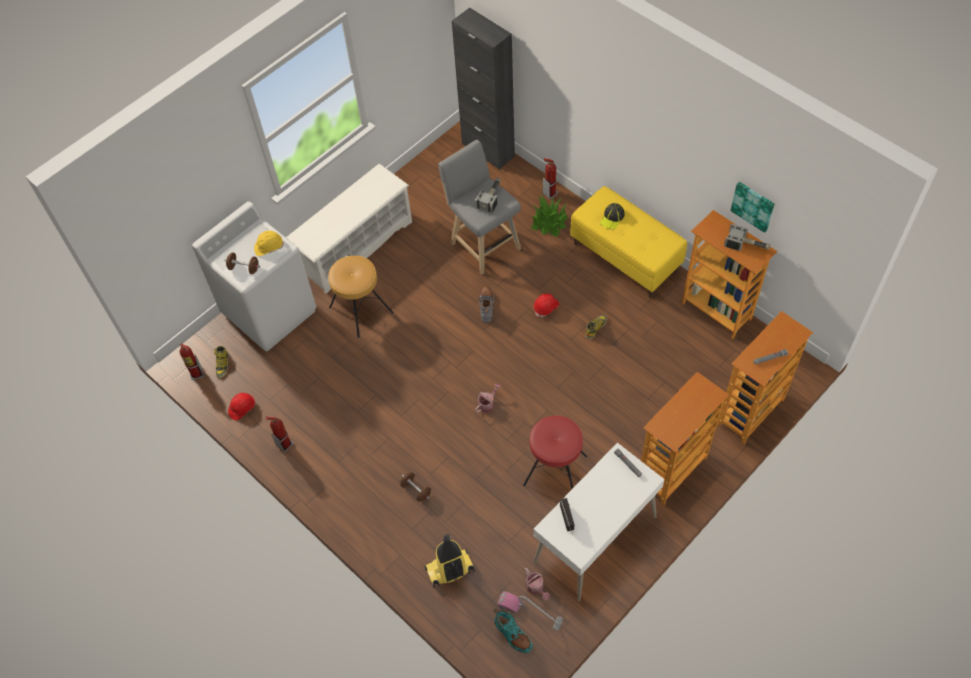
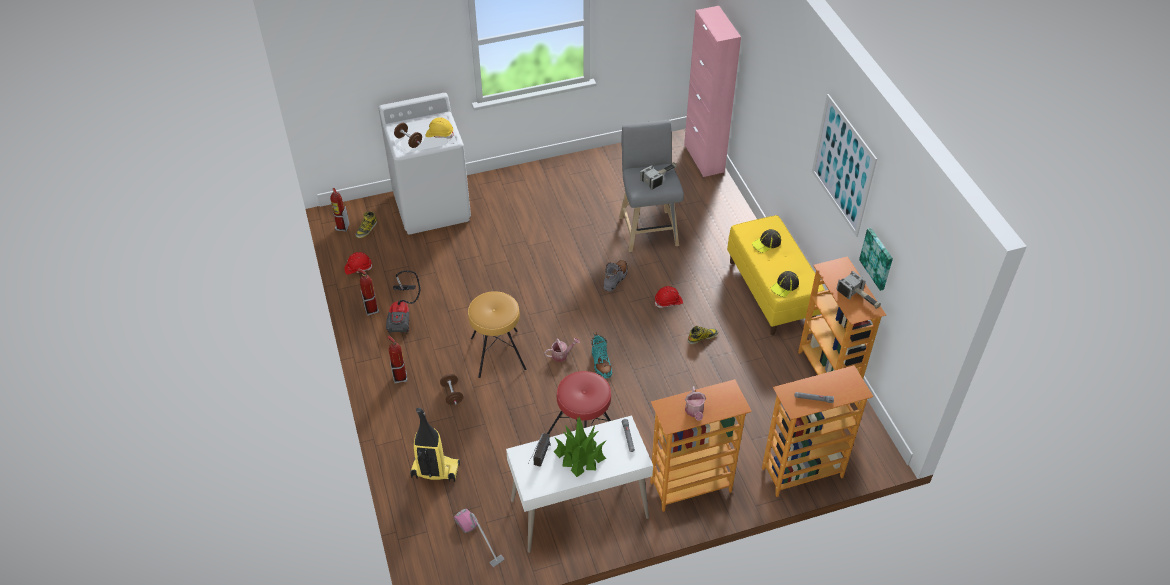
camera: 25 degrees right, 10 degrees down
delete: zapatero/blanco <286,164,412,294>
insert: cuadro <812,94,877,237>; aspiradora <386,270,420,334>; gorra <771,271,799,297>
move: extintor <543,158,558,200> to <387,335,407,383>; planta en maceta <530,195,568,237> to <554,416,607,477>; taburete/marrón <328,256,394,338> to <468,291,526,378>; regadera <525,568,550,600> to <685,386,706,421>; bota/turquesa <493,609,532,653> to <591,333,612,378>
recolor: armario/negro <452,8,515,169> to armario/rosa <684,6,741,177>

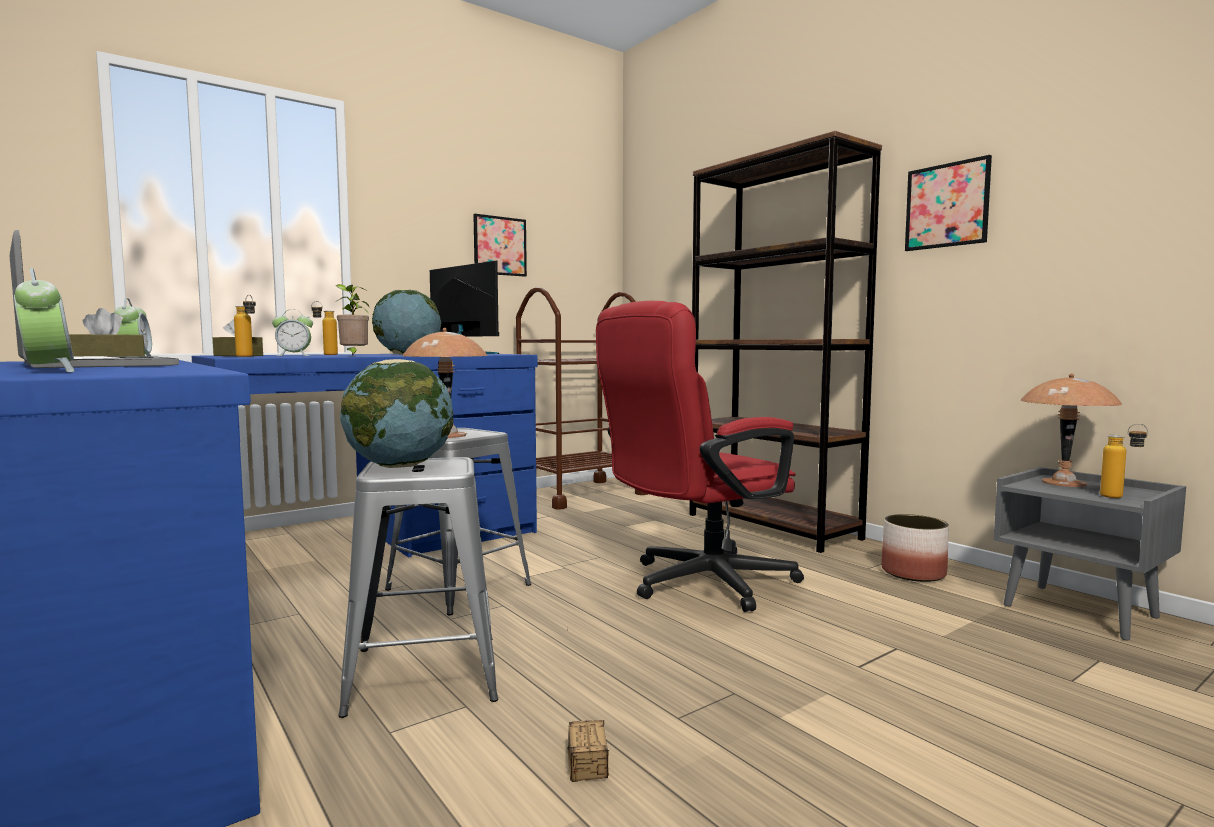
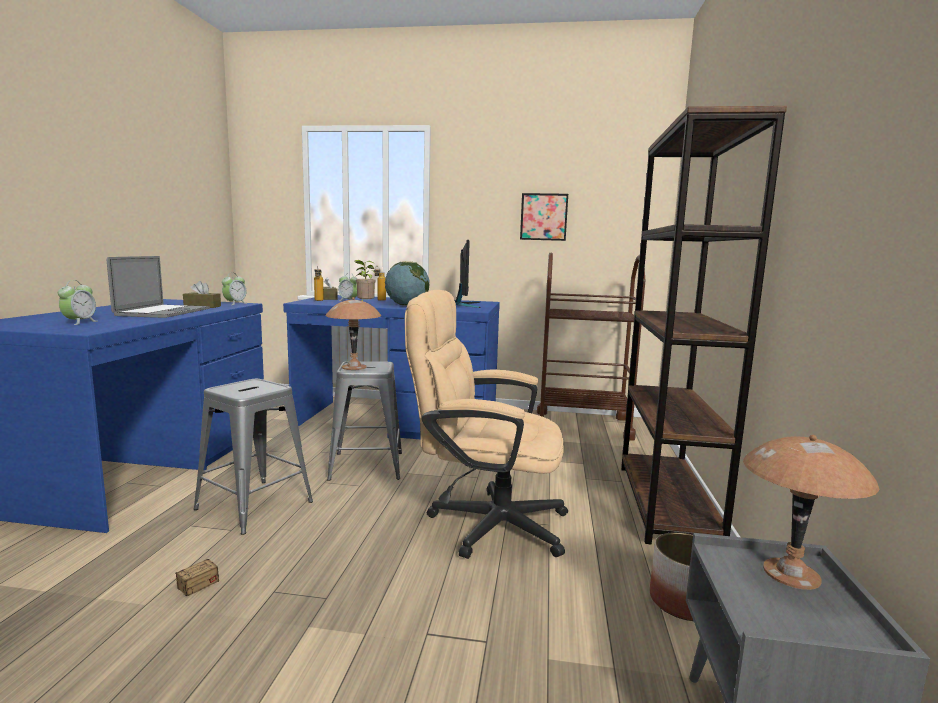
camera: 45 degrees right, 5 degrees up
delete: cuadro <905,155,992,251>; globo terráqueo <340,359,453,468>; botella <1100,423,1148,498>
recolor: silla de oficina/rojo <596,301,804,612> to silla de oficina/beis <405,290,568,559>

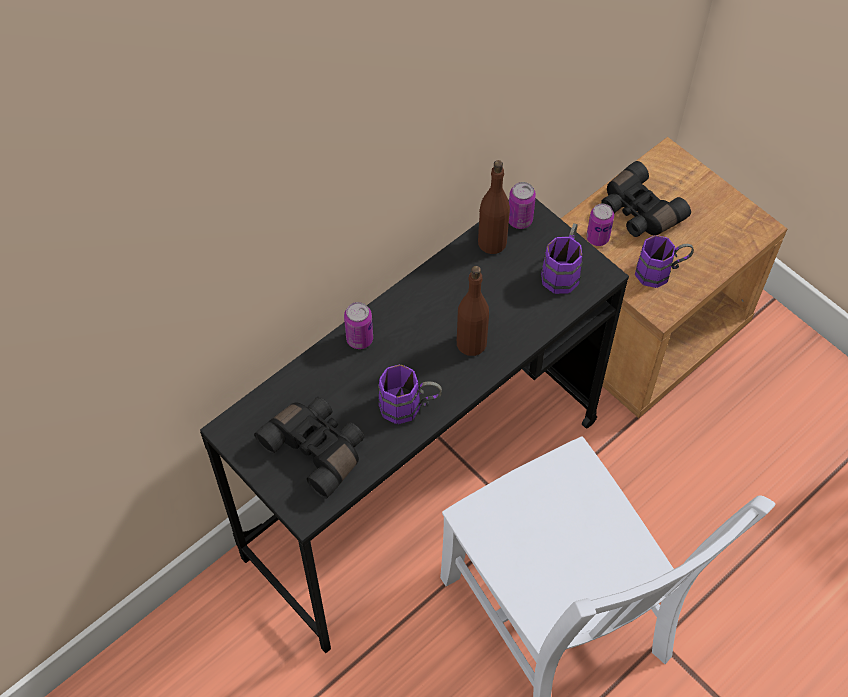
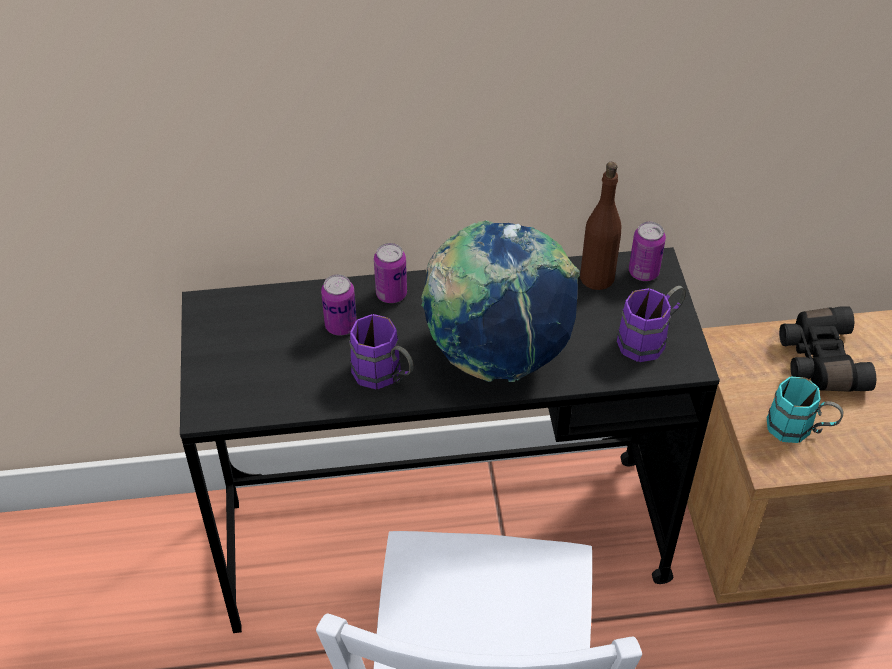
camera: 35 degrees right, 10 degrees down
delete: prismáticos/negro <254,397,364,499>
move: lata <586,204,614,246> to <321,274,357,336>
replace: botella/marrón <457,266,489,356> to globo terráqueo <421,220,580,382>
recolor: taza grande/morado <635,235,694,288> to taza grande/turquesa <767,377,843,443>

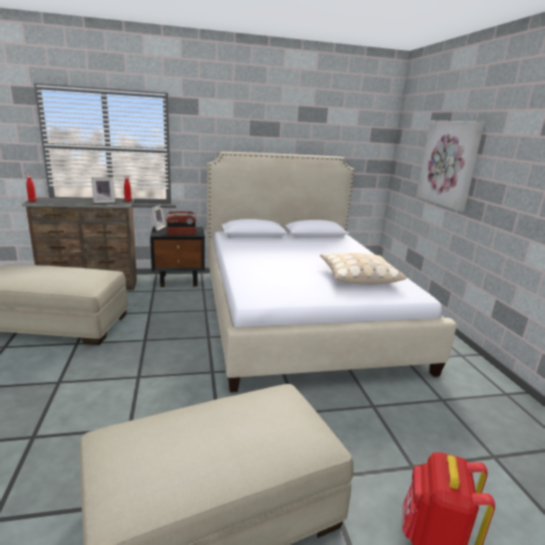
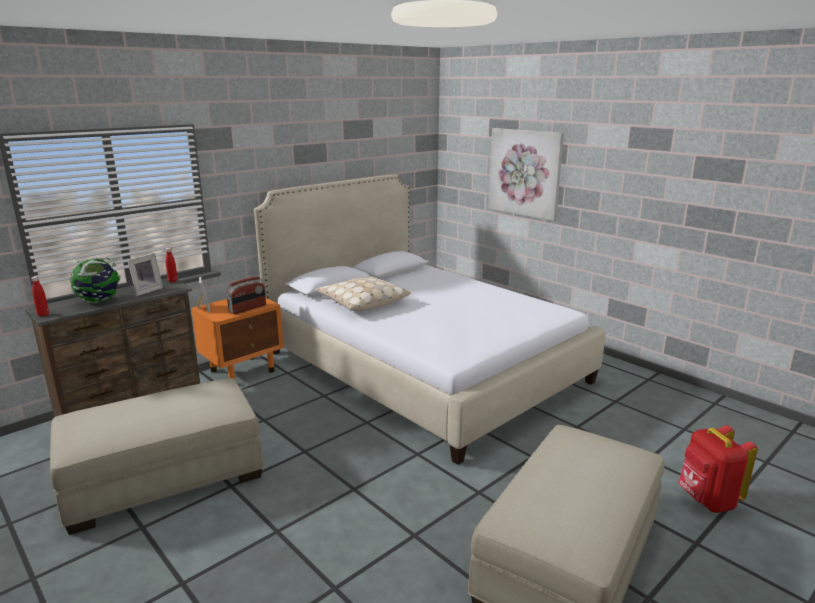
camera: 30 degrees left, 0 degrees up
insert: globo terráqueo <70,257,121,303>
move: cojín/beis <320,253,407,285> to <315,276,411,311>
recolor: mesita de noche/negro <150,226,205,287> to mesita de noche/naranja <191,298,284,379>

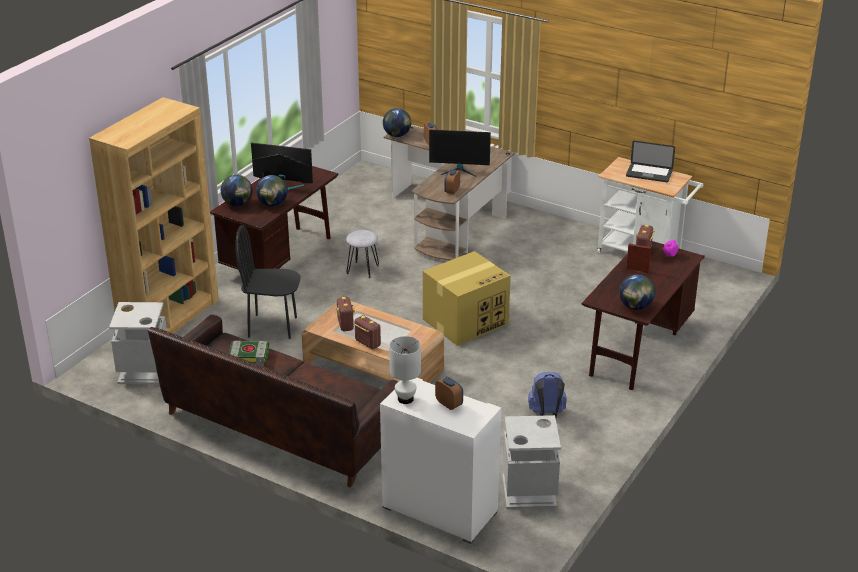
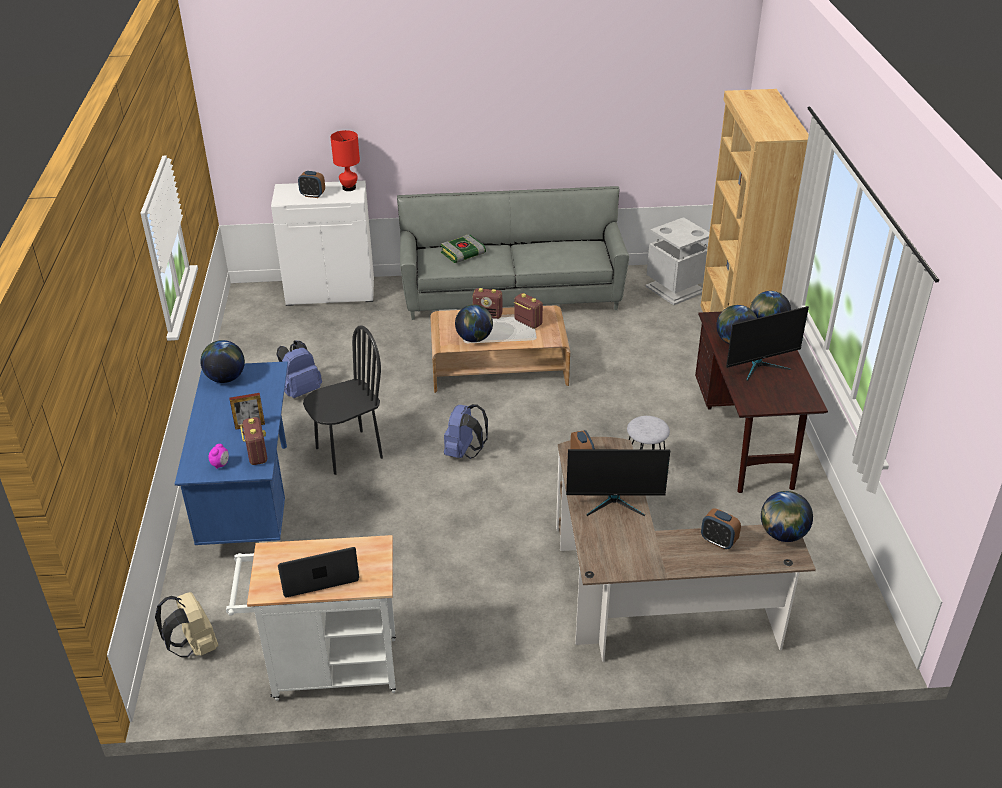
camera: 145 degrees right, 5 degrees up
delete: papelera/gris <502,415,561,509>
insert: globo terráqueo <455,304,493,342>; mochila/beis <155,592,218,657>
move: silla/negro <235,225,301,339> to <303,325,383,475>; libro <229,341,269,366> to <440,235,486,263>
replace: caja de cartón <423,251,511,346> to mochila/azul <444,404,488,459>
recolor: escritorio/marrón <581,241,705,390> to escritorio/azul <175,361,288,545>; sofá/marrón <148,315,399,488> to sofá/gris <397,186,629,320>; lámpara de mesa/blanco <389,336,421,404> to lámpara de mesa/rojo <330,130,360,191>
rotate: monitor <429,129,491,177> = <566,449,670,516> 150 degrees counterclockwise

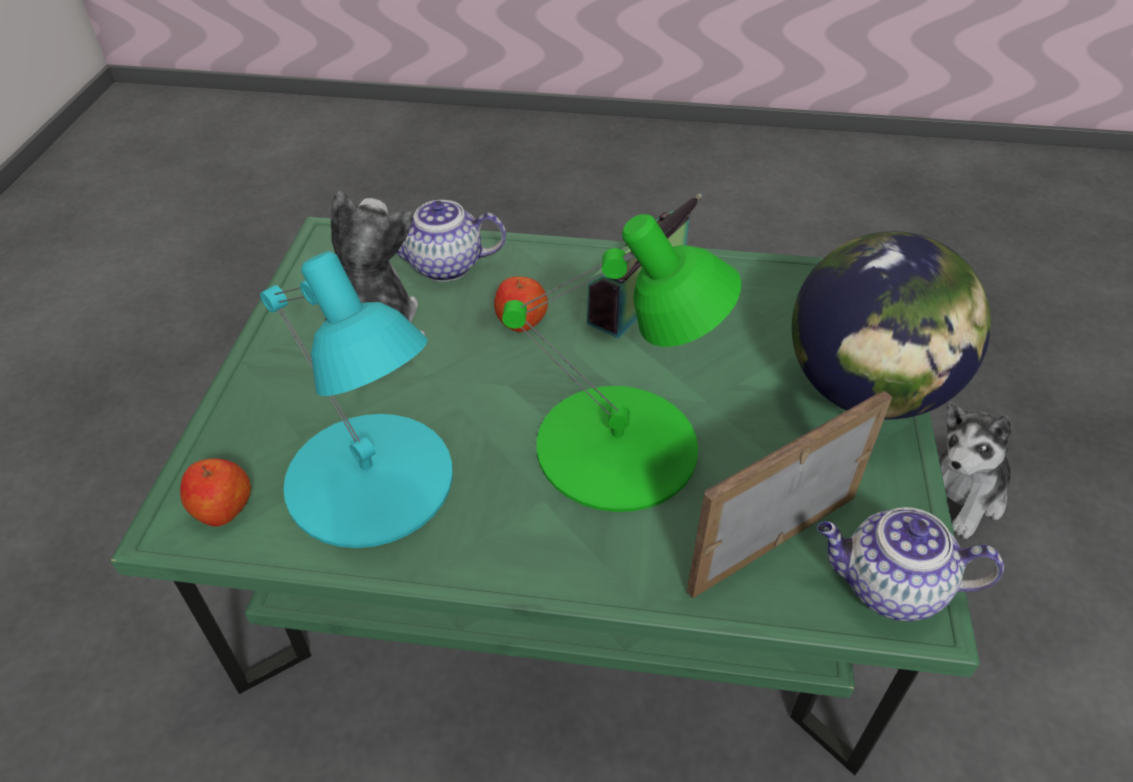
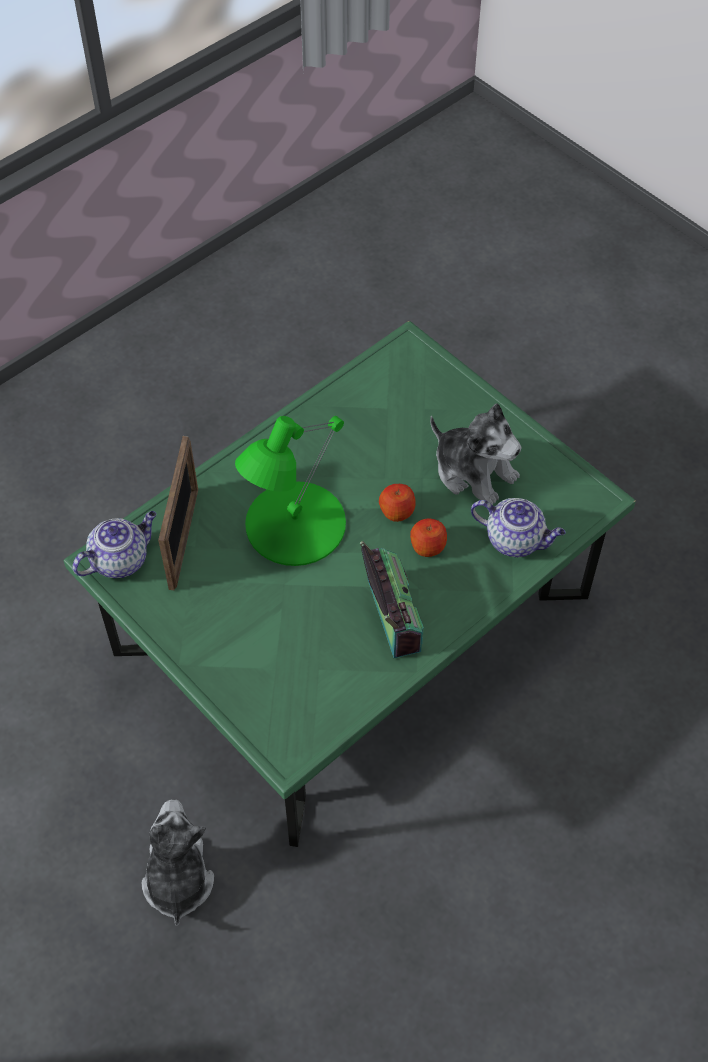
camera: 130 degrees right, 10 degrees up
delete: globo terráqueo <792,231,991,420>; lámpara de mesa/turquesa <260,251,453,548>
move: manzana <180,458,251,527> to <379,484,416,522>
rotate: tetera <397,200,506,282> = <471,498,566,557> 75 degrees clockwise

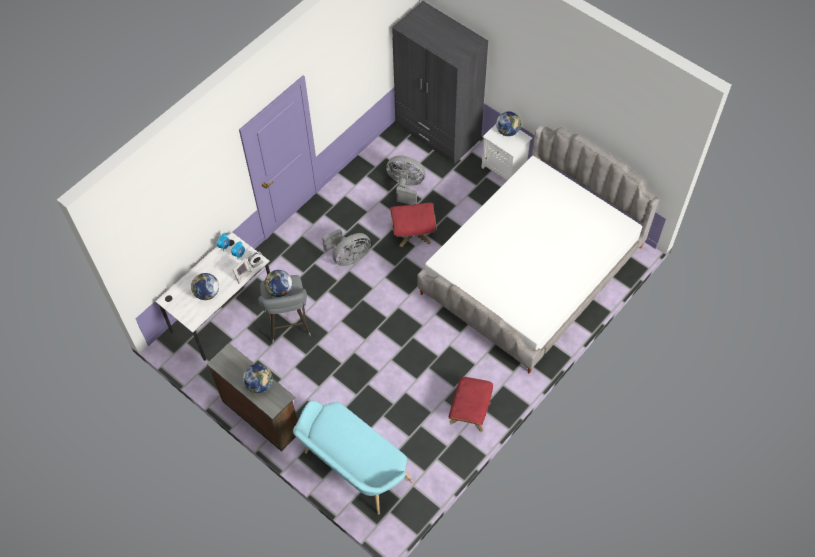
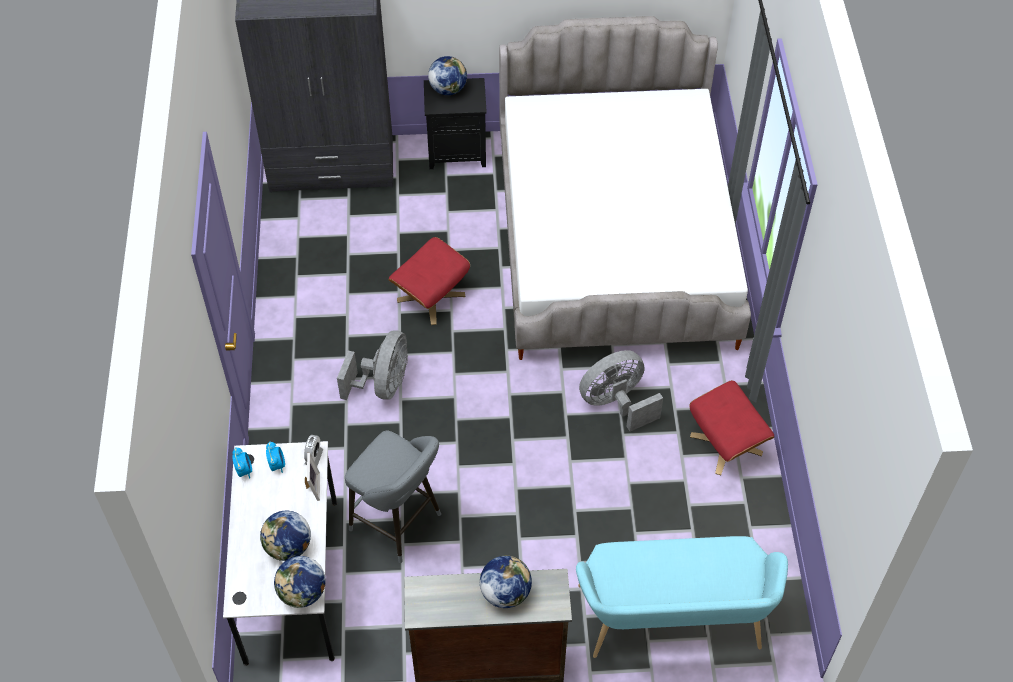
camera: 45 degrees left, 5 degrees down
move: ventilador/gris <386,156,425,205> to <579,350,663,431>; globo terráqueo <264,270,292,297> to <274,556,326,608>
recolor: mesita de noche/blanco <481,124,532,180> to mesita de noche/negro <424,78,487,169>

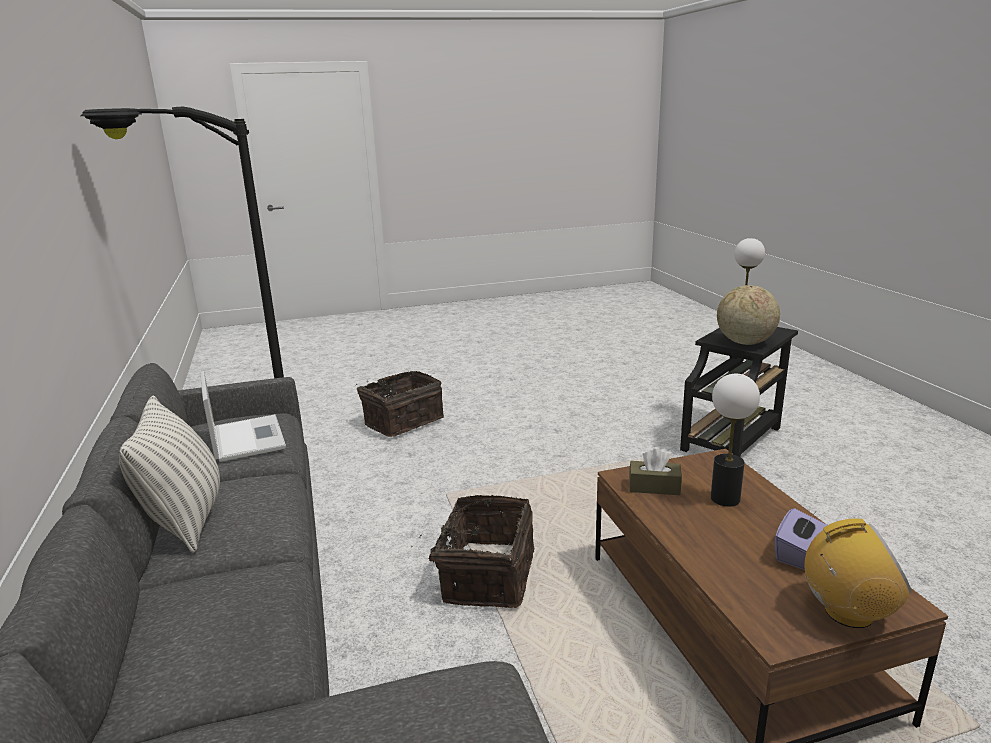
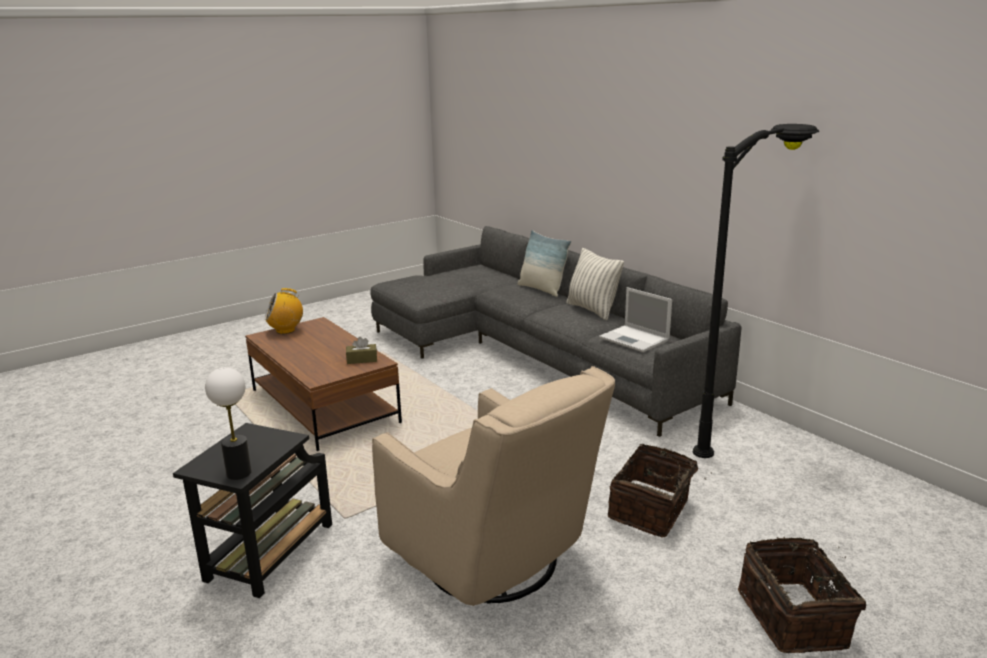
camera: 160 degrees right, 0 degrees up
delete: globo terráqueo <717,285,780,345>; lámpara de mesa <711,374,760,507>; caja de pañuelos/morado <775,508,827,570>
insert: cojín <517,230,571,297>; sillón/beis <372,366,615,606>
move: cesta <419,495,534,608> to <738,536,866,653>

